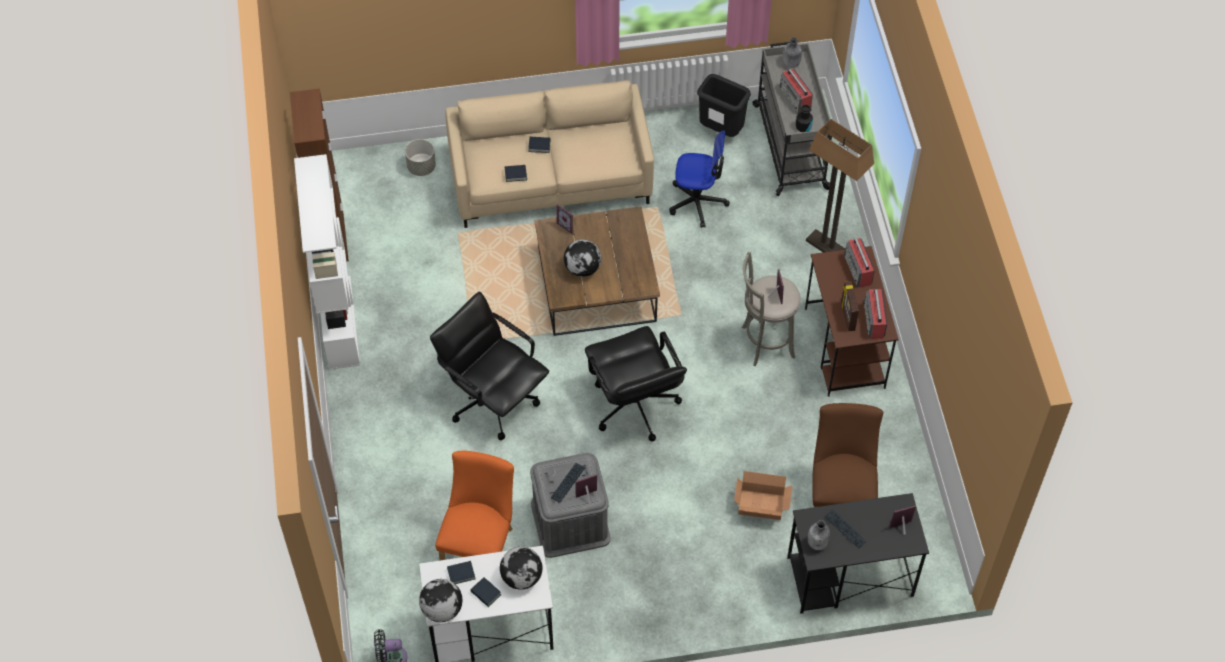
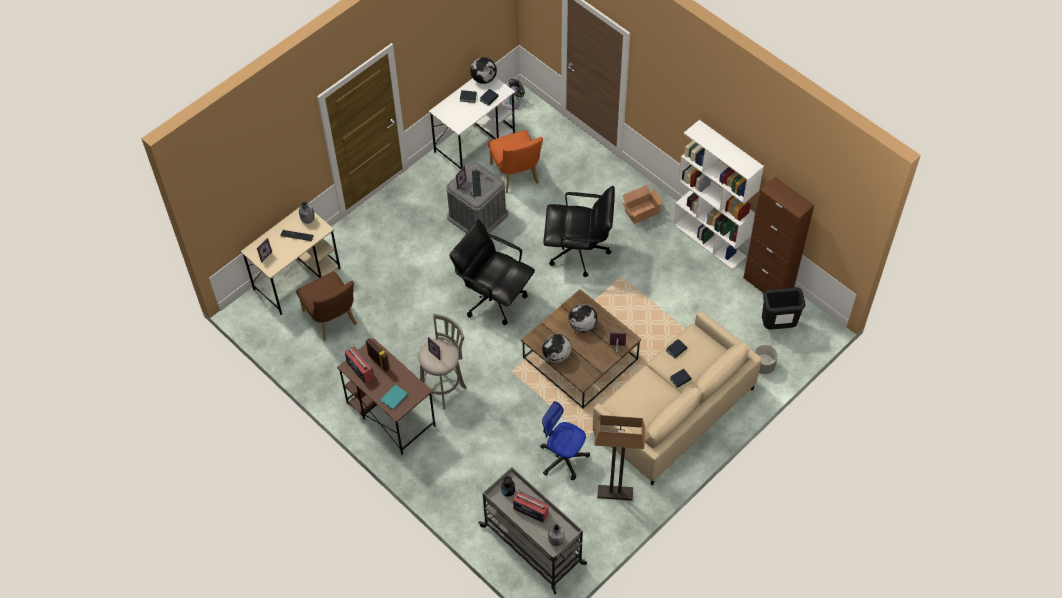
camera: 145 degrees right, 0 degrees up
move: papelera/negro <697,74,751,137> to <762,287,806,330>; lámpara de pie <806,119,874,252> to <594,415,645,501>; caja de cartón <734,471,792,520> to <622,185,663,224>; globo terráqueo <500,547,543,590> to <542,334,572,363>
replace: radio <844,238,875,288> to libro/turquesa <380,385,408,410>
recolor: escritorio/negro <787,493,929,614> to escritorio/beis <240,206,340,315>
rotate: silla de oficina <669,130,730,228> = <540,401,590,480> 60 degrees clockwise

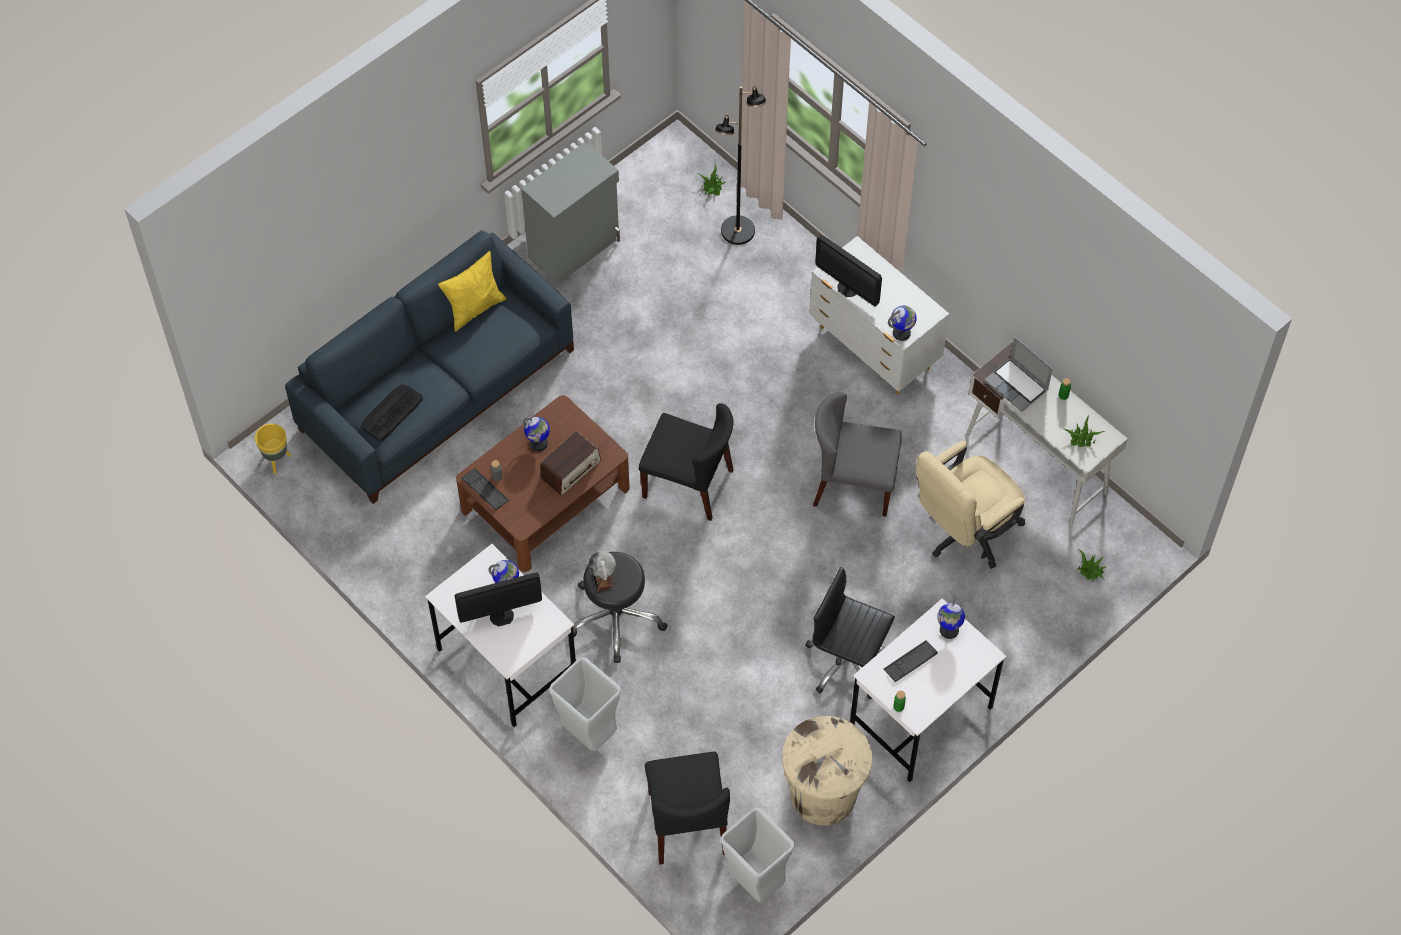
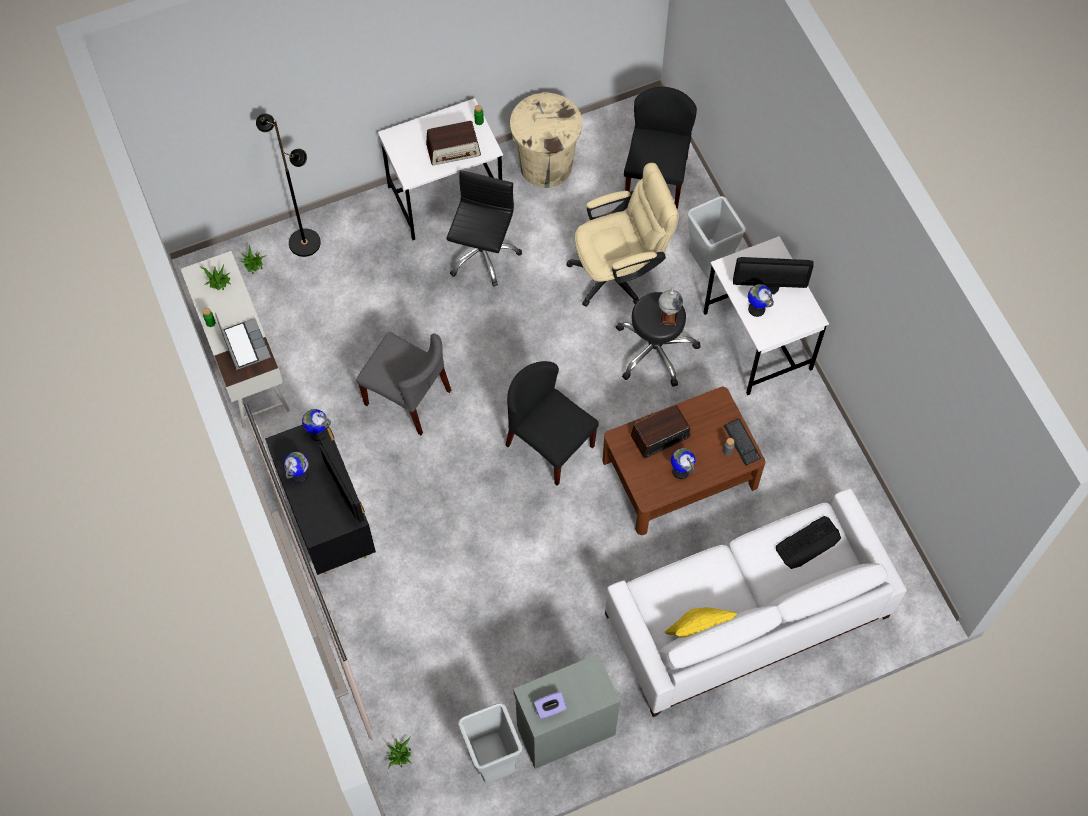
camera: 160 degrees left, 5 degrees up
delete: maceta/amarillo <255,424,291,474>
insert: caja de pañuelos/morado <534,692,567,719>
move: lámpara de pie/negro <715,86,766,245> to <256,114,321,257>; silla de oficina/beis <916,441,1025,569> to <566,163,679,307>; globo terráqueo <937,599,965,639> to <283,452,309,483>; papelera/gris <720,807,795,903> to <458,703,522,783>
replace: teclado <883,640,938,682> to radio <426,121,481,165>
recolor: sofá/azul <285,231,574,504> to sofá/blanco <605,488,907,717>; cómoda/blanco <809,236,949,395> to cómoda/negro <265,423,376,575>
rotate: silla de oficina/negro <805,567,895,700> = <446,170,522,287> 120 degrees counterclockwise

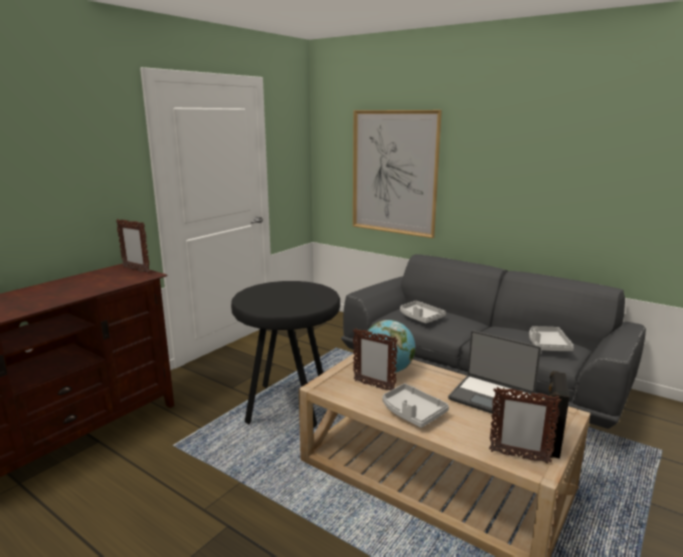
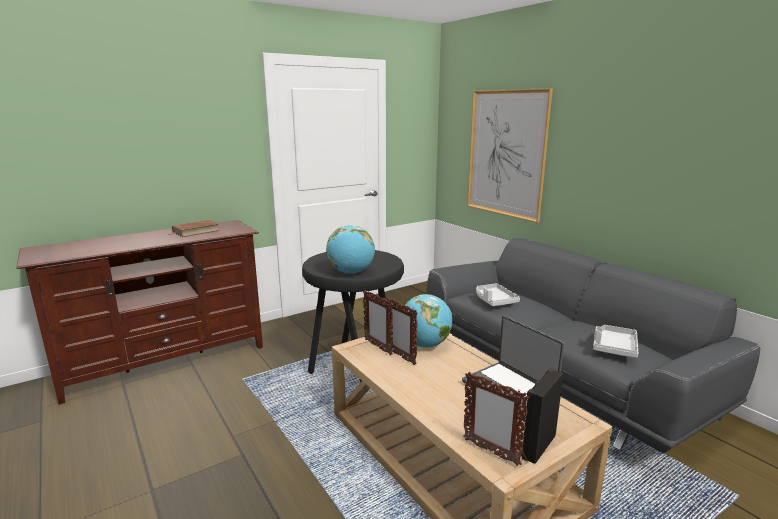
camera: 20 degrees right, 0 degrees up
delete: bandeja/gris <382,383,449,428>
insert: libro/marrón <169,220,220,237>; globo terráqueo <326,225,375,274>
move: portarretratos <116,219,150,273> to <363,290,393,355>

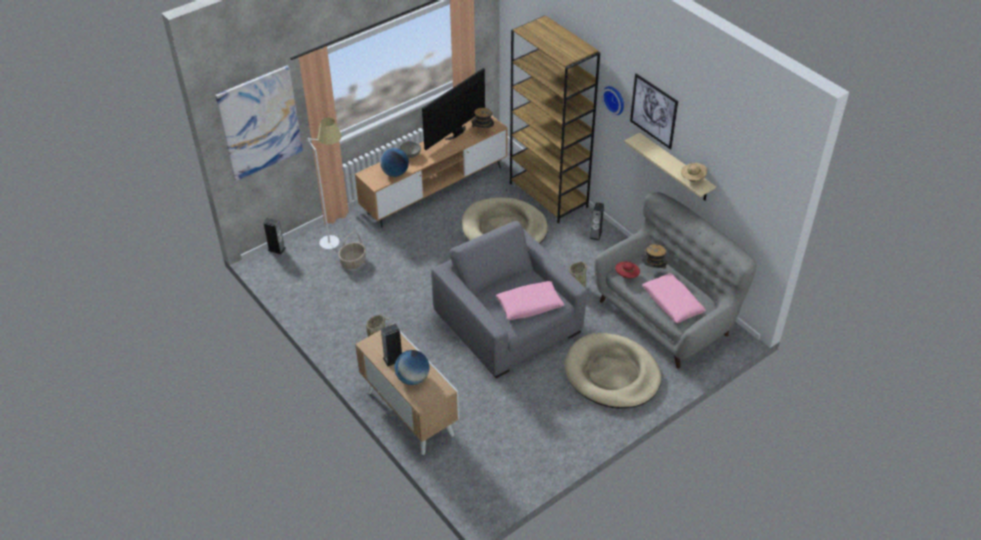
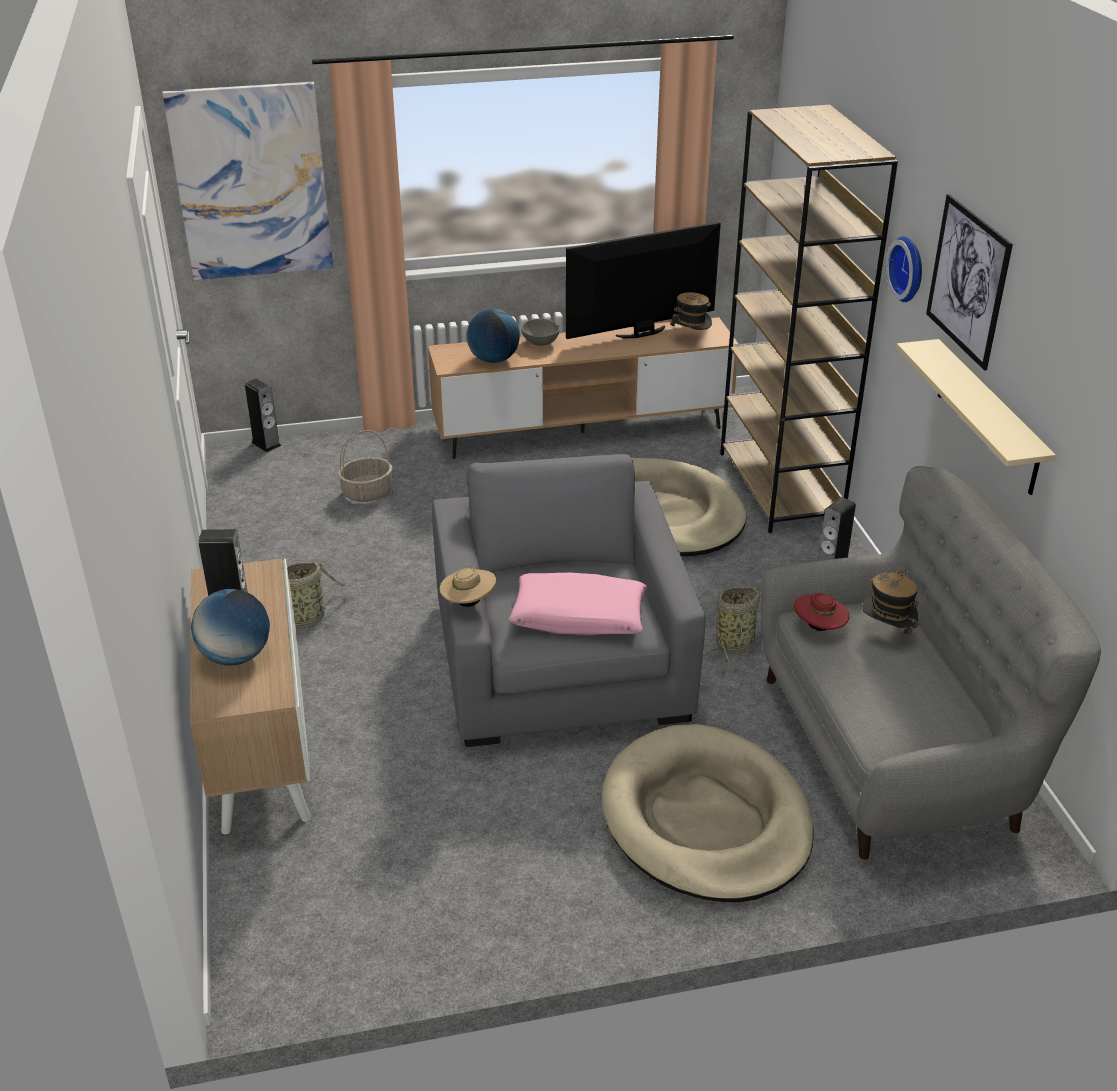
camera: 25 degrees right, 10 degrees down
delete: lámpara de pie/blanco <308,118,342,249>; cojín/rosa <642,273,706,323>
move: sombrero/beis <681,161,707,182> to <439,562,496,607>

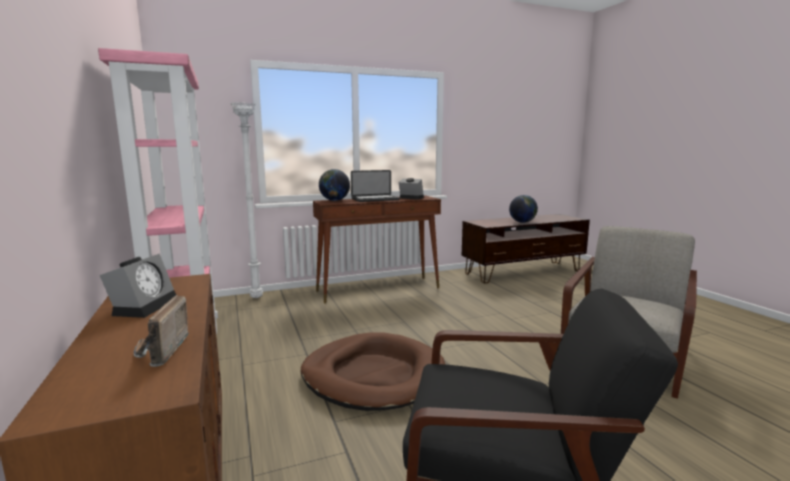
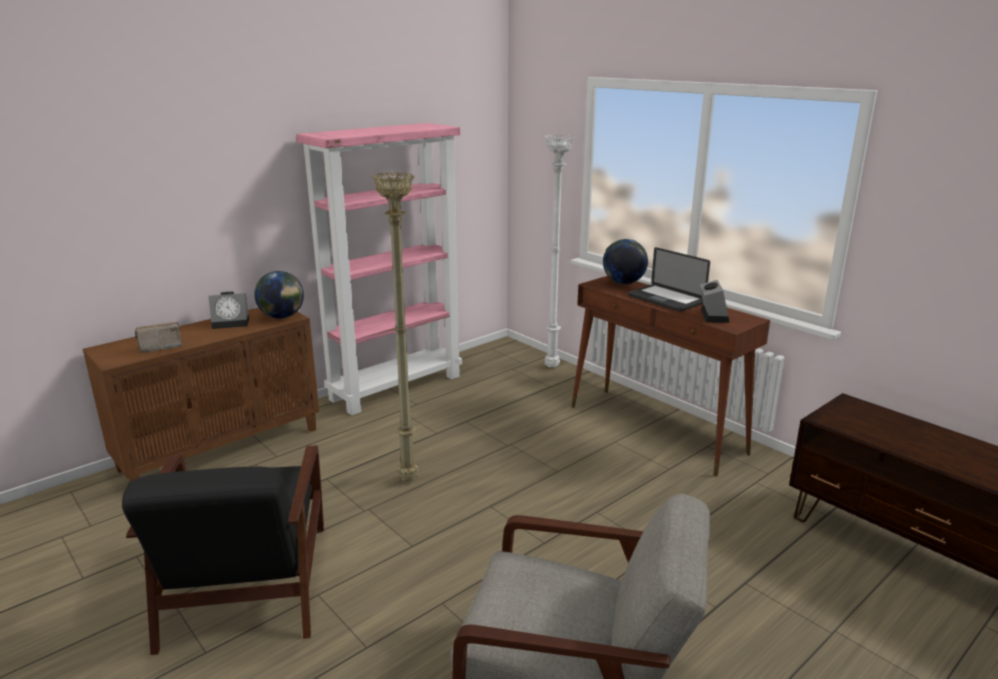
camera: 70 degrees right, 10 degrees up
move: globo terráqueo <509,195,538,223> to <254,271,304,319>
replace: cama para perro/marrón <301,333,445,411> to lámpara de pie/beis <372,172,419,482>

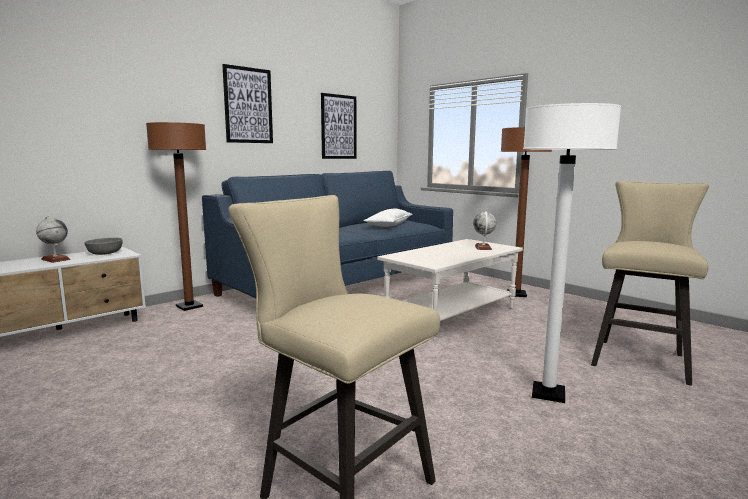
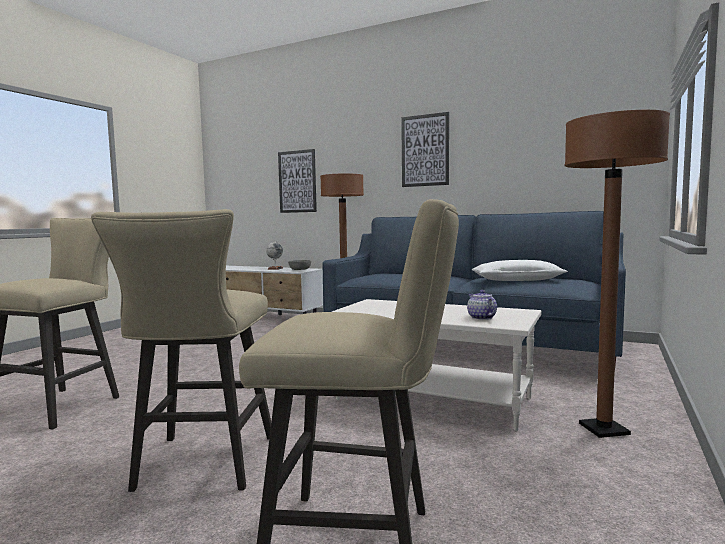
camera: 70 degrees right, 5 degrees down
move: cuadro <321,93,357,159> to <278,149,317,213>
replace: lámpara de pie/blanco <523,103,621,403> to taburete/beis <91,209,271,492>; globo terráqueo <473,211,496,250> to tetera <467,290,497,320>

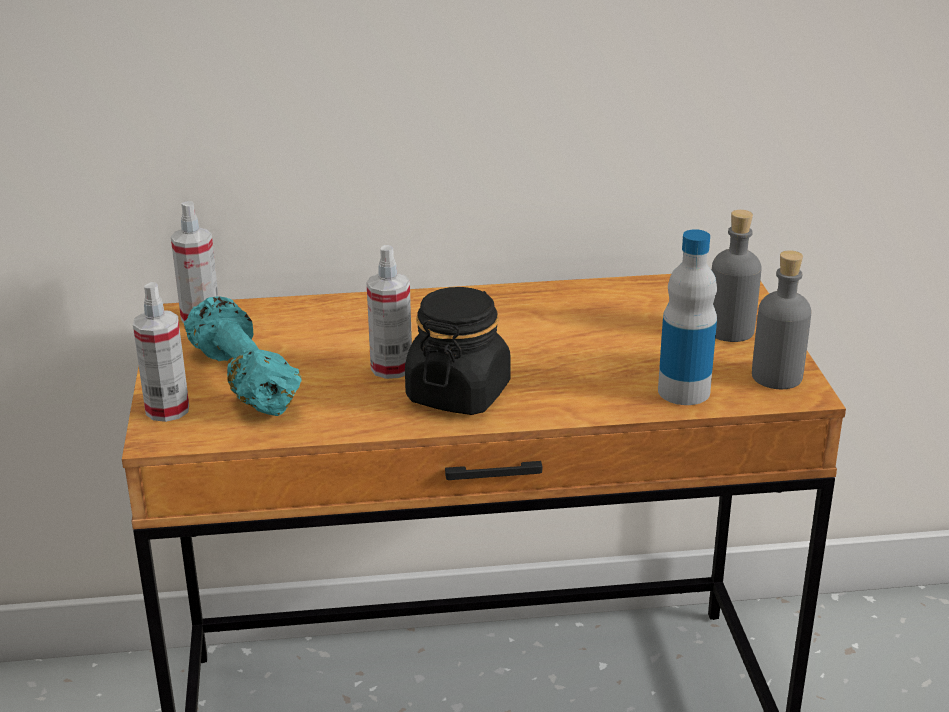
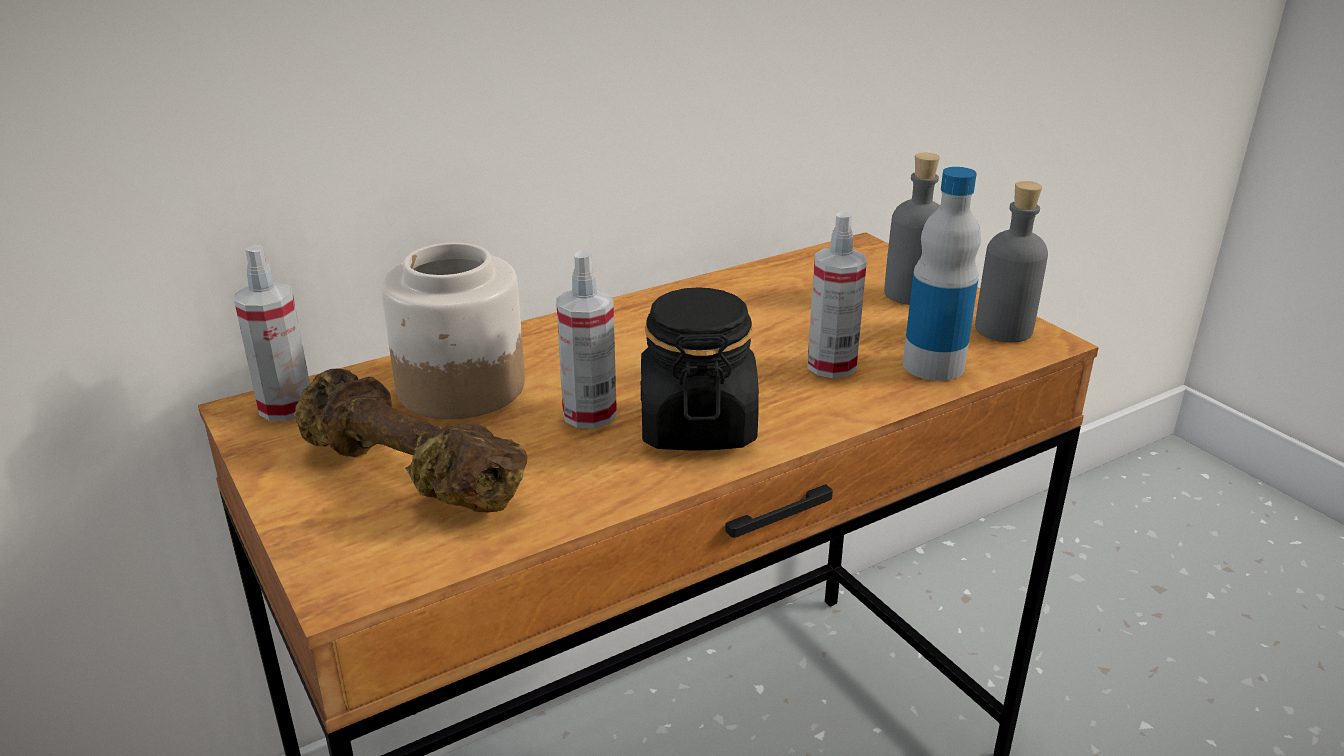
camera: 25 degrees left, 0 degrees up
insert: tarro <381,243,525,419>
move: pulverizador <133,282,189,422> to <807,211,867,378>
recolor: mancuerna/turquesa <184,296,301,416> to mancuerna/marrón <294,369,528,512>

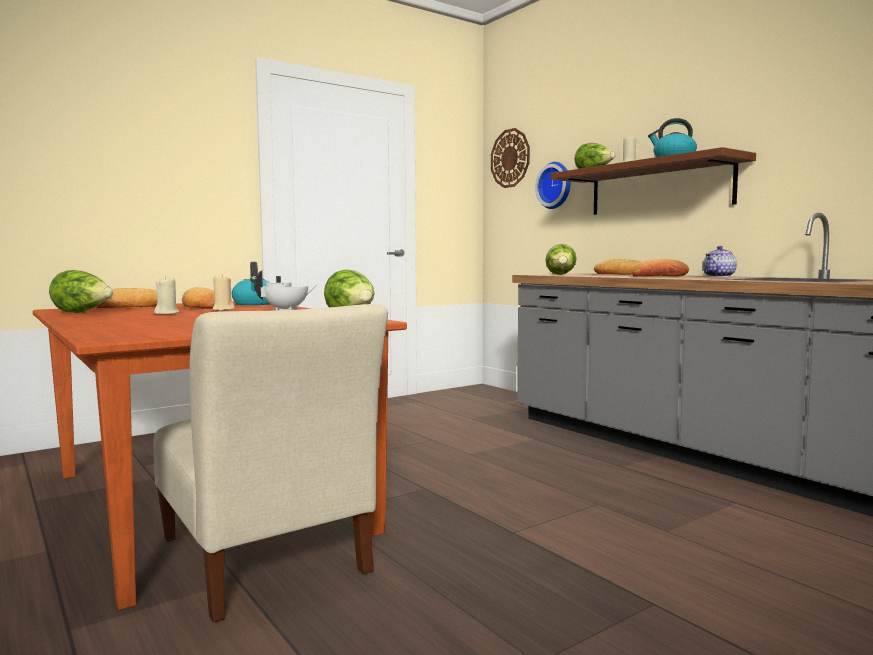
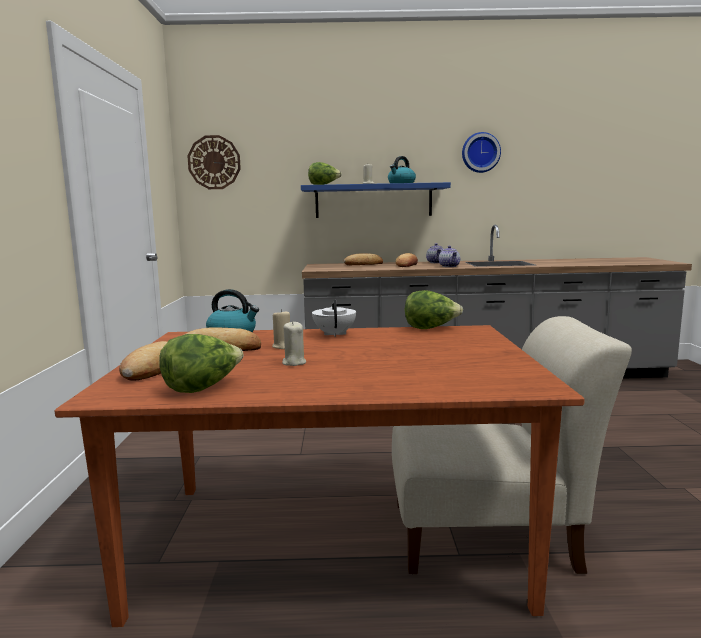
camera: 55 degrees left, 5 degrees up
delete: lechuga <545,244,577,275>
insert: tetera <439,246,460,267>
move: reloj de pared <535,162,570,209> to <462,132,501,173>
recolor: estante/marrón <550,147,756,215> to estante/azul <301,182,451,218>

